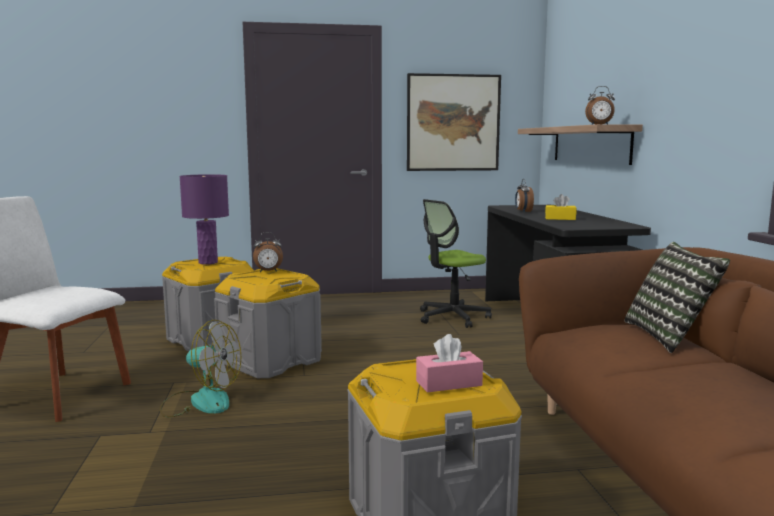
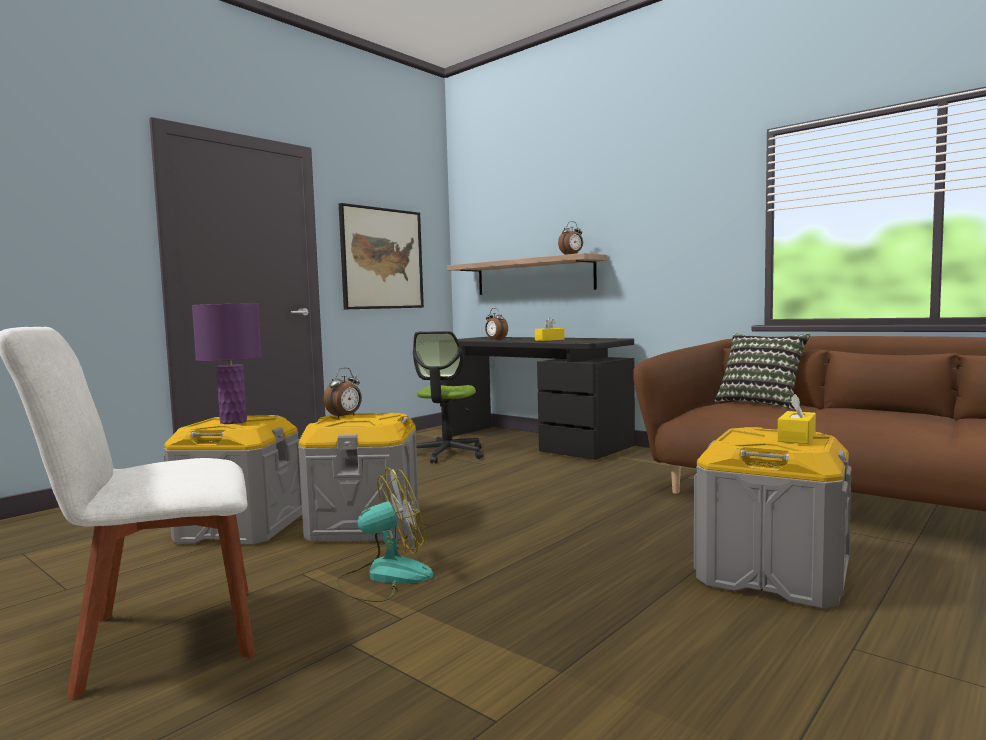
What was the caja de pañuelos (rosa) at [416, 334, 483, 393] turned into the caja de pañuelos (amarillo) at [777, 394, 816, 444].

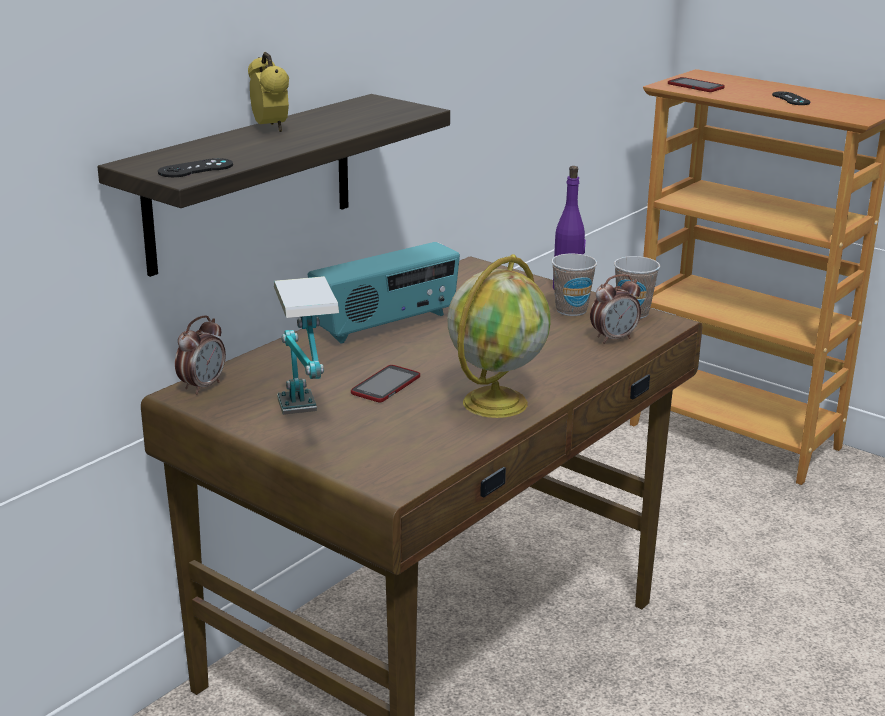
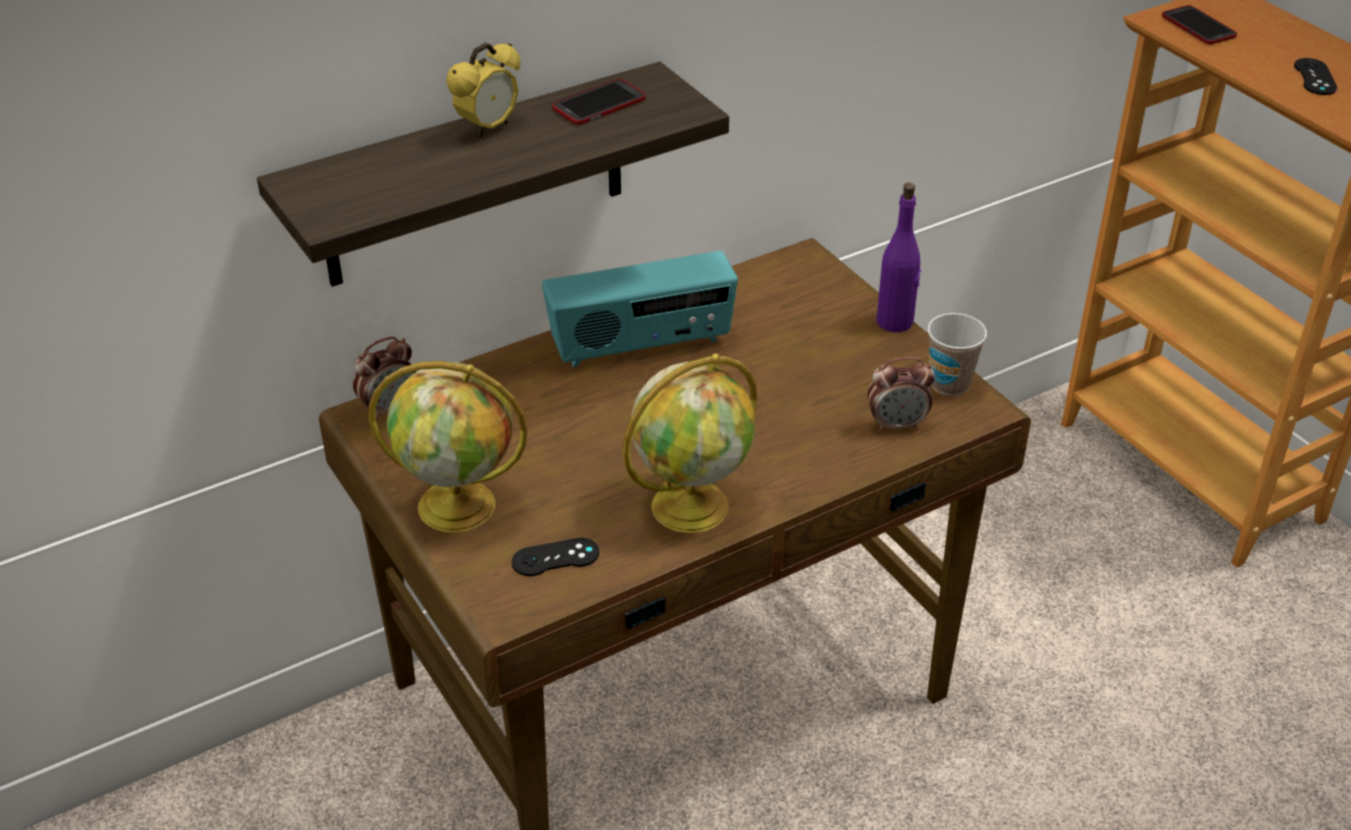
The mando de consola (negro) ended up elsewhere, having gone from [158, 158, 233, 177] to [512, 538, 599, 576]. The despertador at [248, 52, 289, 132] ended up facing another way, 45 degrees clockwise from before. Where the lámpara de mesa stood at [274, 276, 339, 415], the globo terráqueo came to stand at [369, 361, 528, 533]. The móvil ended up elsewhere, having gone from [351, 365, 420, 402] to [553, 79, 646, 125]. The second view lost the taza at [551, 253, 597, 316].

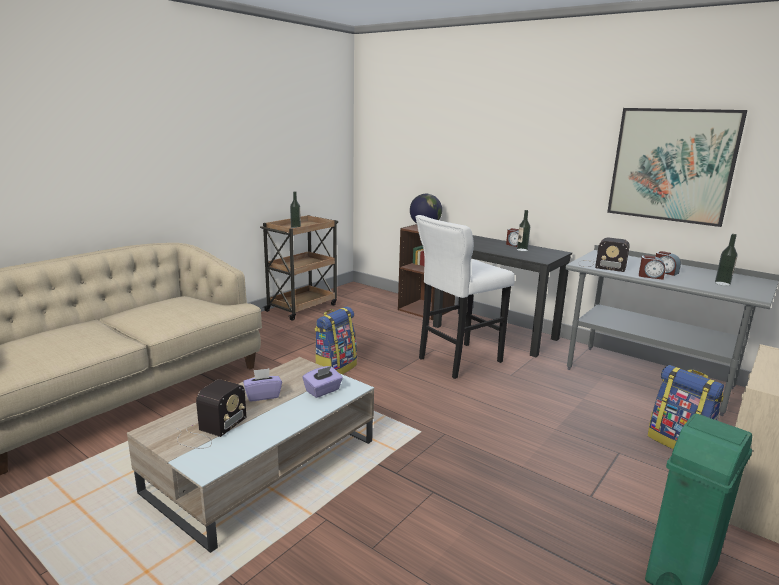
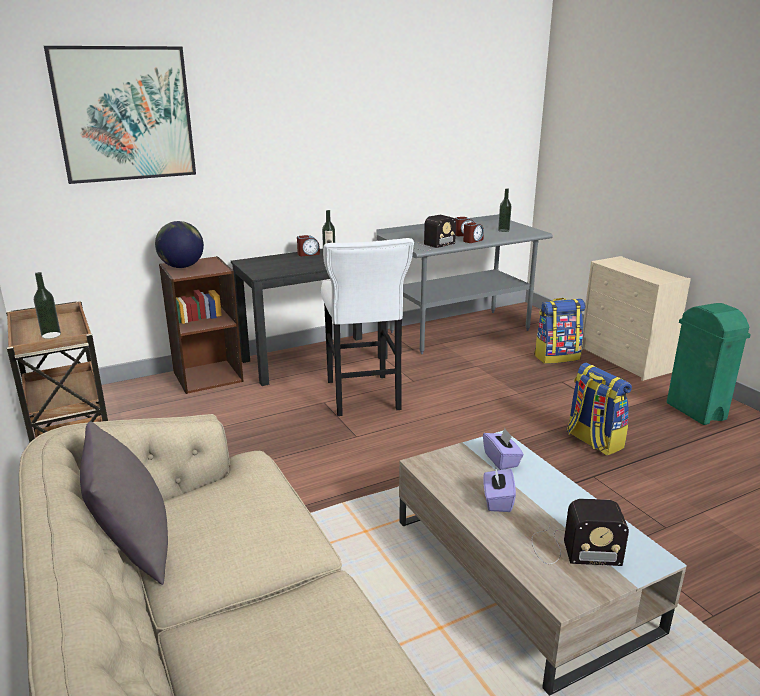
The radio at [176, 379, 246, 448] ended up facing another way, 135 degrees clockwise from before. The mochila ended up elsewhere, having gone from [314, 307, 357, 374] to [567, 363, 632, 456]. The cuadro ended up elsewhere, having gone from [607, 108, 747, 227] to [44, 46, 196, 184]. The second view gained the cojín (gris) at [80, 422, 168, 585].

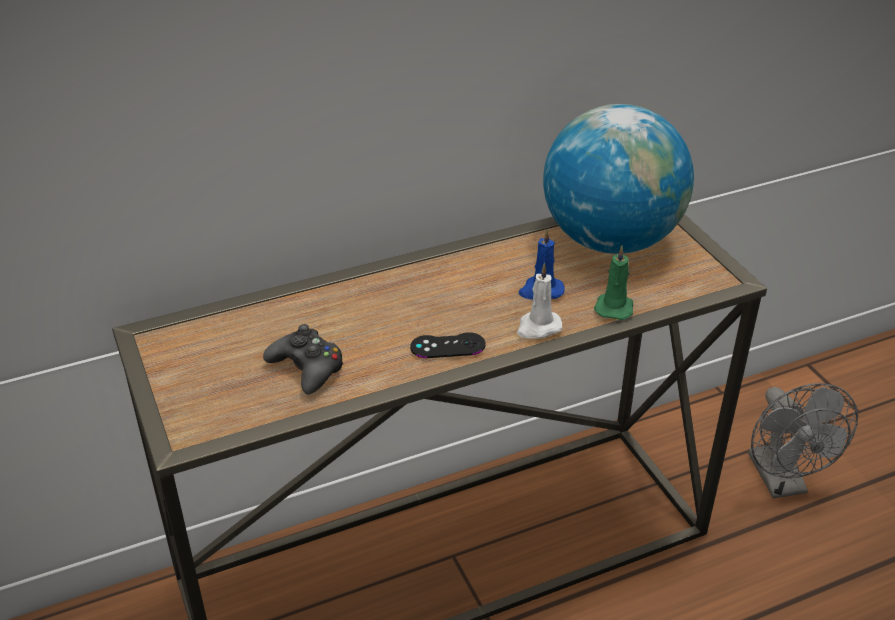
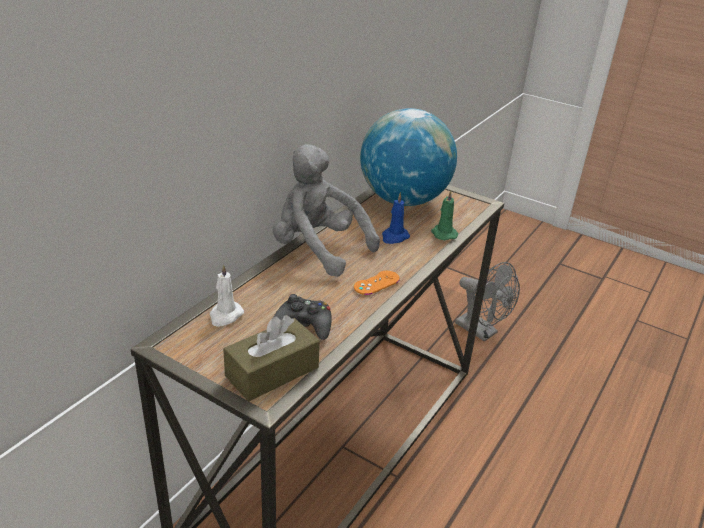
What was the mando de consola (negro) at [410, 332, 486, 358] turned into the mando de consola (naranja) at [354, 271, 400, 295]. The vela (blanco) ended up elsewhere, having gone from [517, 263, 562, 339] to [209, 264, 244, 327]. The second view gained the caja de pañuelos (marrón) at [223, 315, 320, 401]. The second view gained the peluche (gris) at [273, 144, 380, 277].

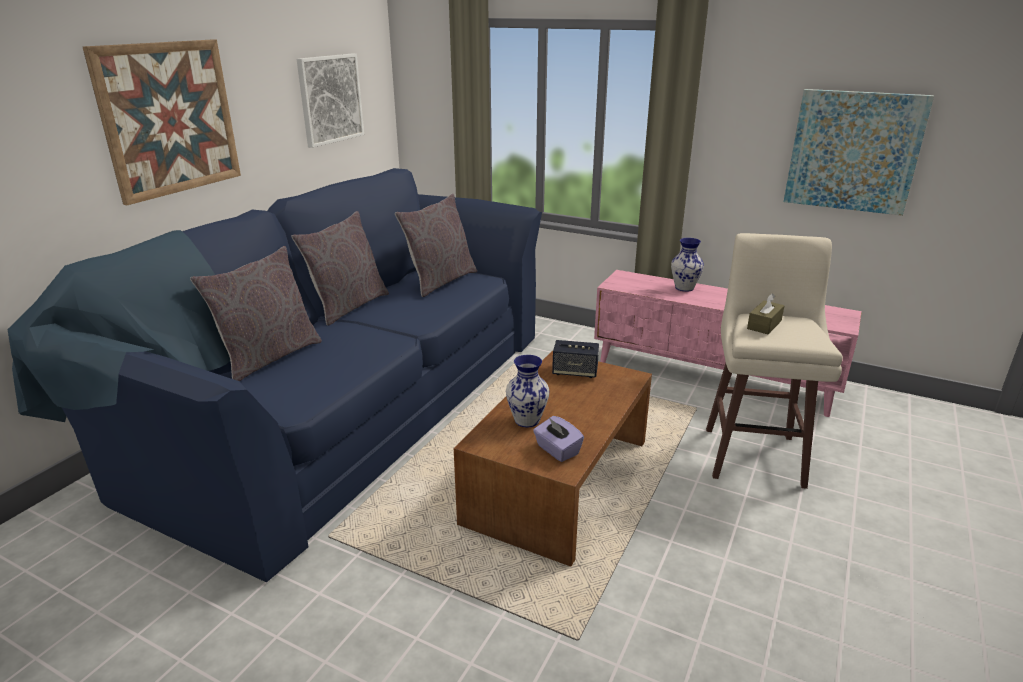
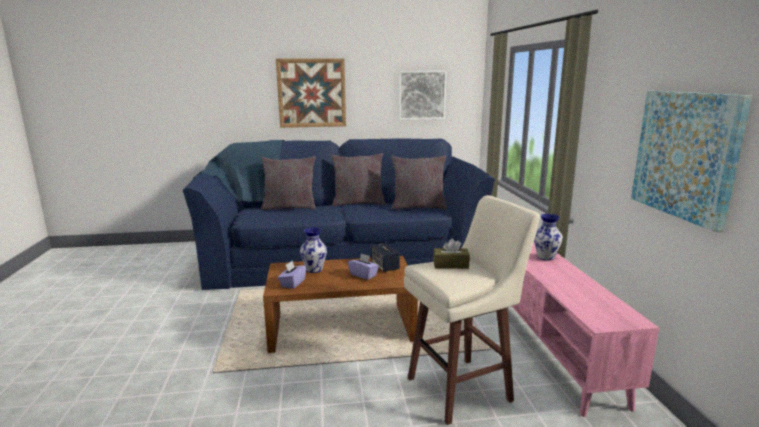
The second view gained the caja de pañuelos (morado) at [348, 253, 379, 280].

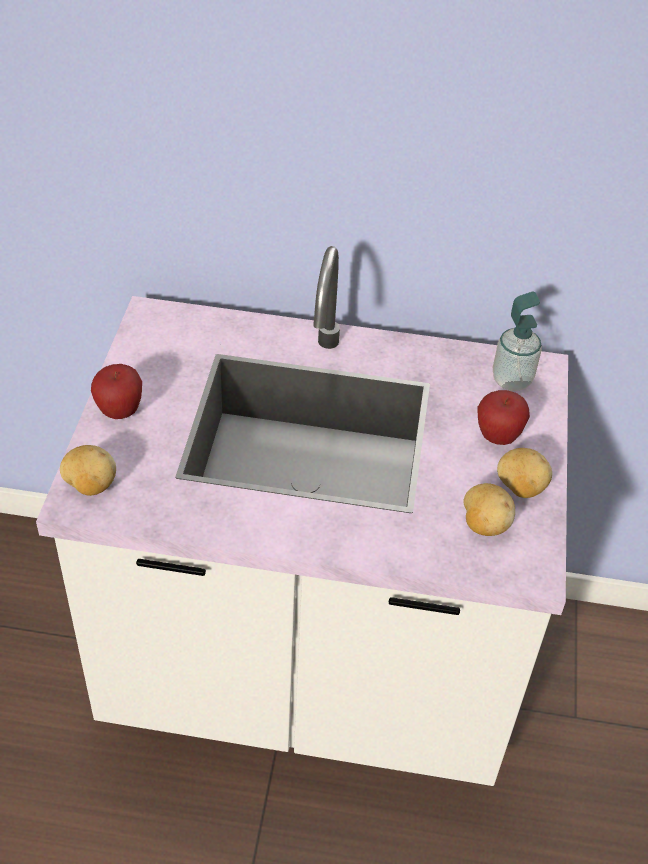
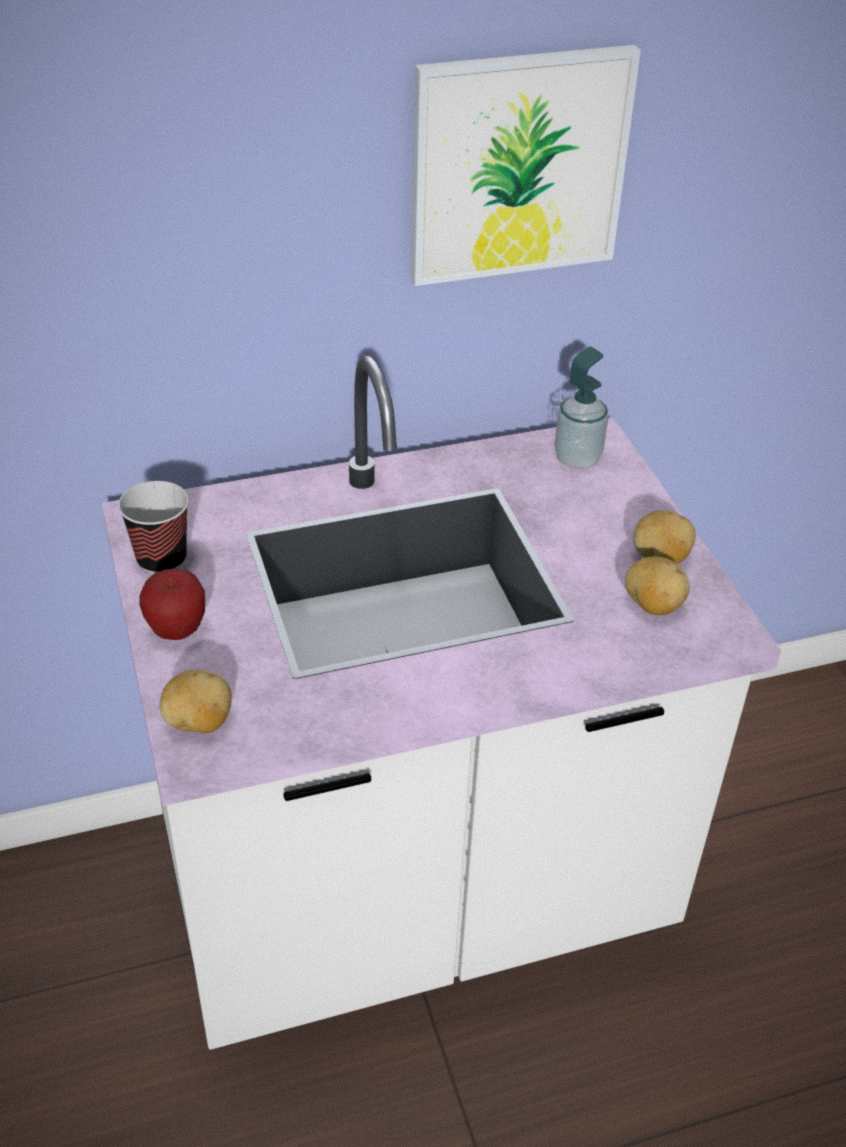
The second view lost the manzana at [477, 390, 530, 445]. The second view gained the taza at [118, 481, 189, 574]. The second view gained the cuadro at [411, 45, 641, 286].

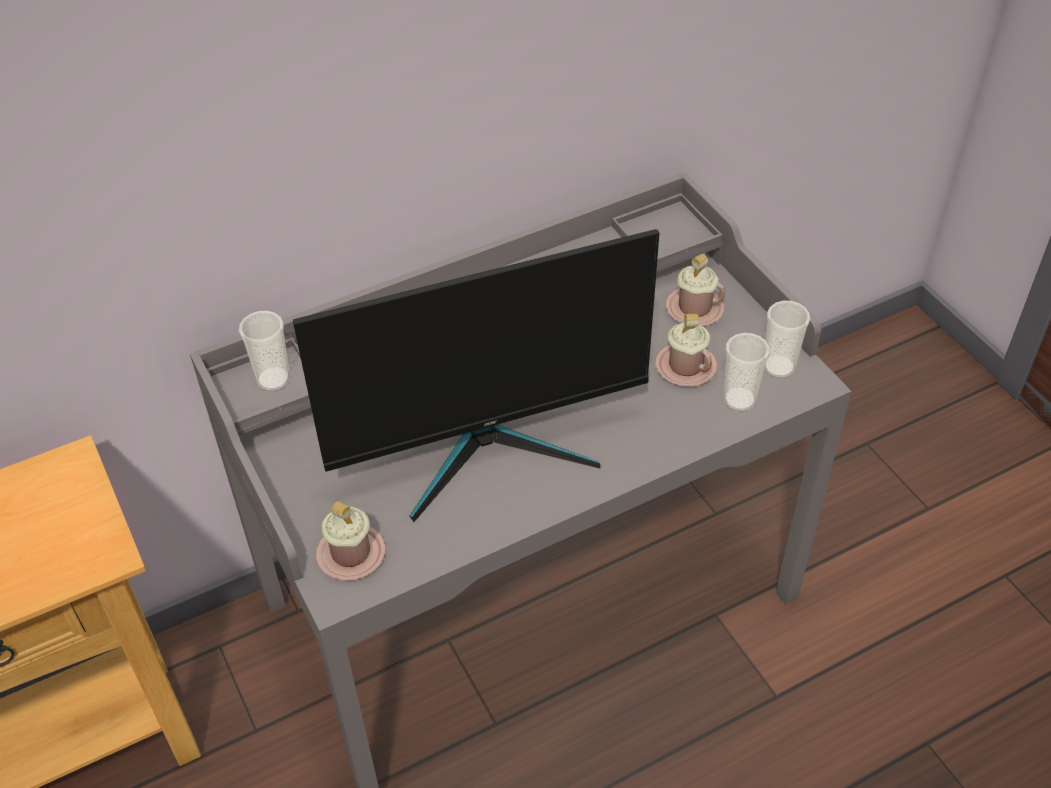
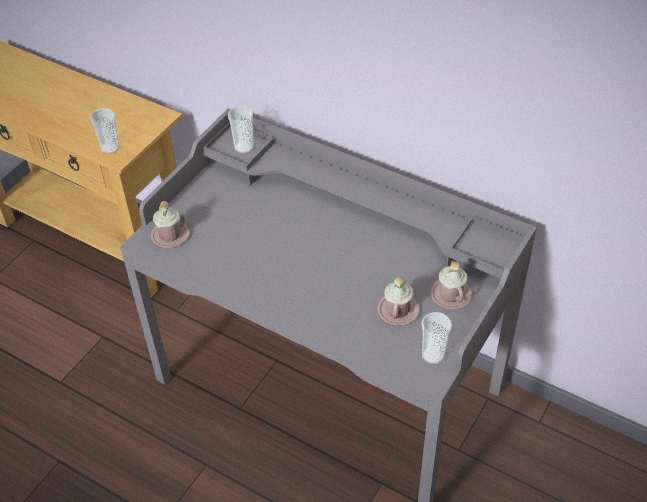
The second view lost the monitor at [293, 229, 659, 522]. The taza ended up elsewhere, having gone from [723, 333, 770, 411] to [90, 108, 120, 154].

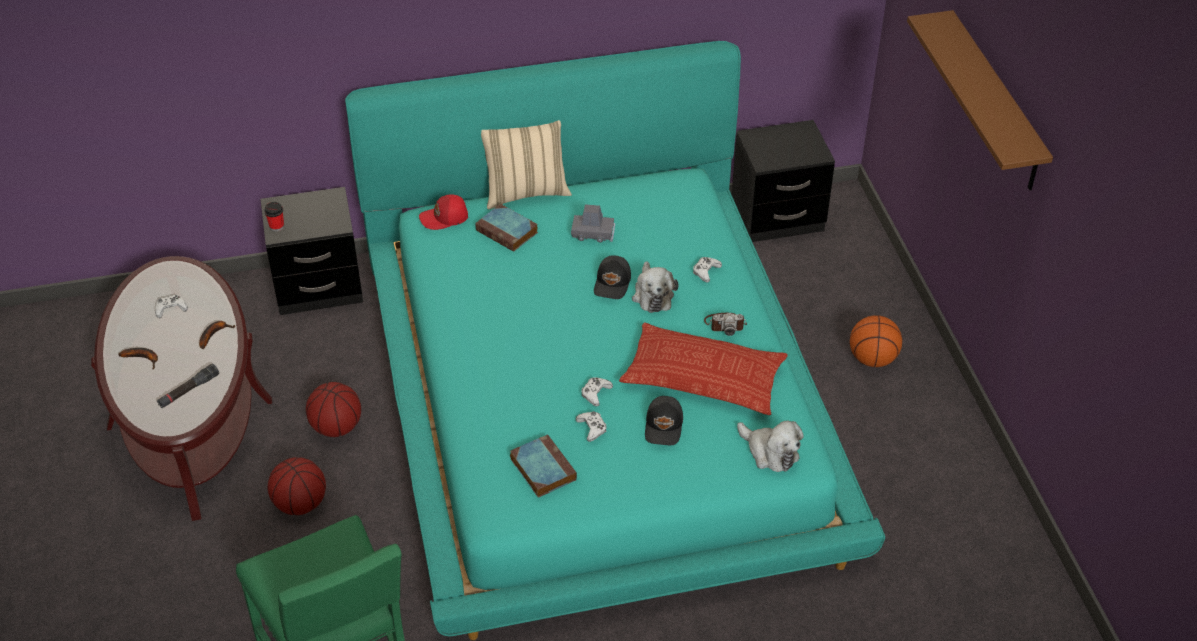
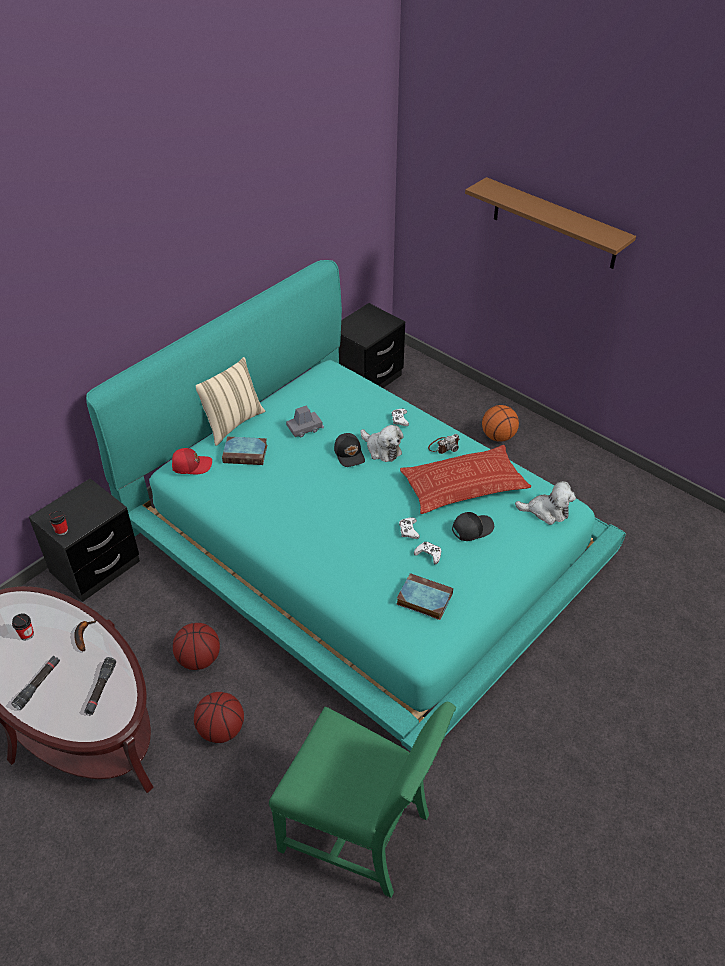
Where the plátano stood at [119, 348, 158, 369], the linterna (negro) came to stand at [11, 656, 60, 710]. Where the mando de consola (blanco) stood at [155, 295, 188, 318], the taza came to stand at [12, 613, 34, 640]. The gorra (rojo) at [419, 194, 468, 230] ended up facing another way, 135 degrees counterclockwise from before. The gorra (negro) at [645, 396, 683, 445] ended up facing another way, 90 degrees counterclockwise from before.

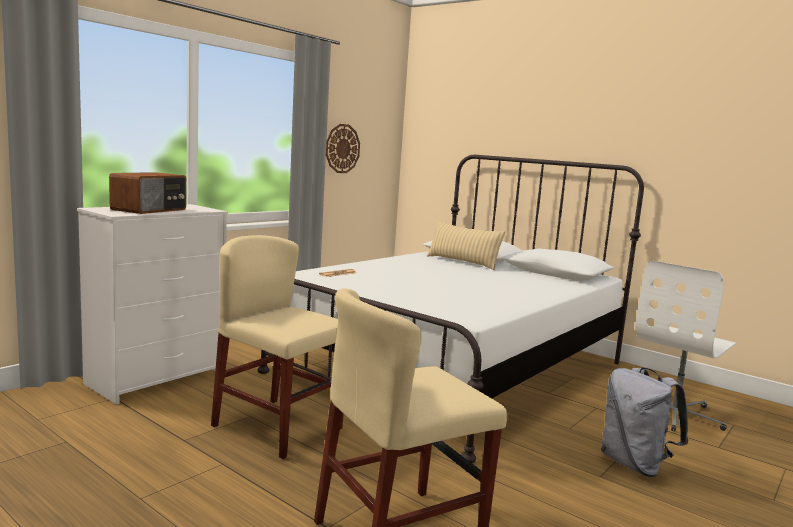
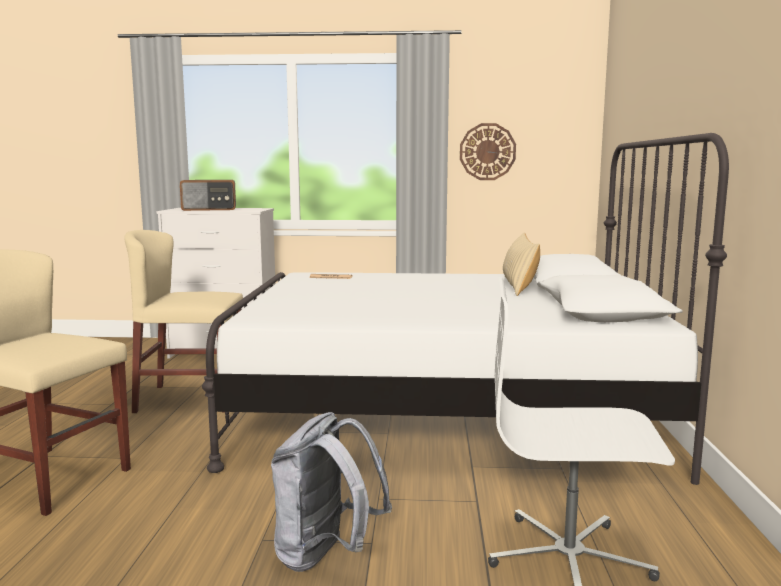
The silla (beis) at [211, 235, 344, 459] ended up facing another way, 90 degrees counterclockwise from before.

